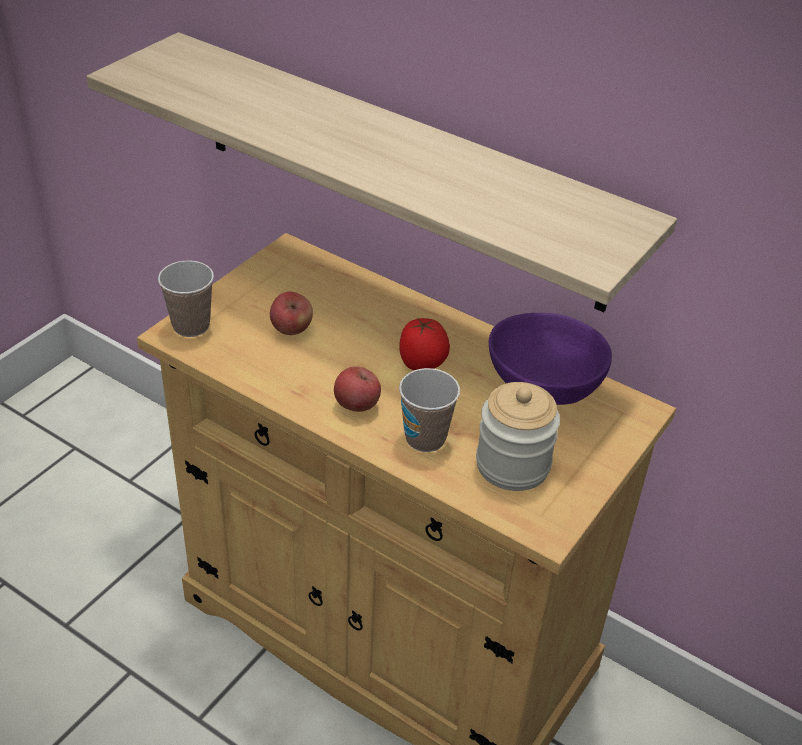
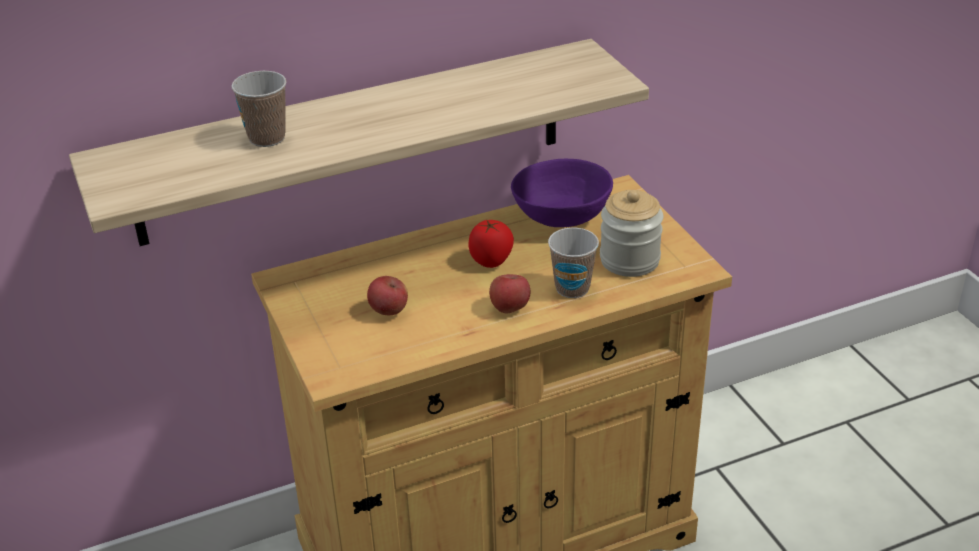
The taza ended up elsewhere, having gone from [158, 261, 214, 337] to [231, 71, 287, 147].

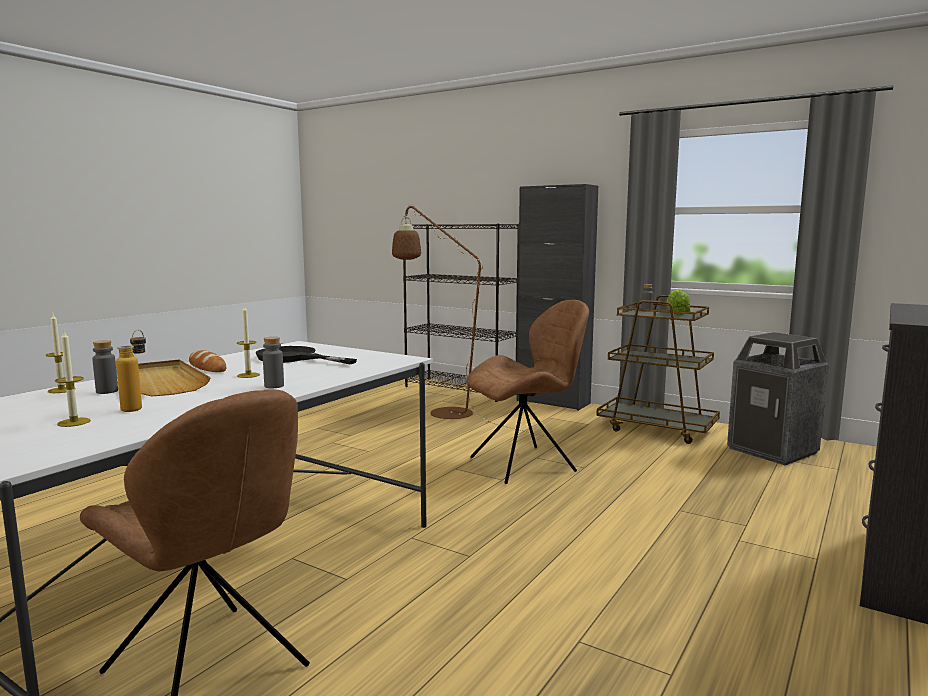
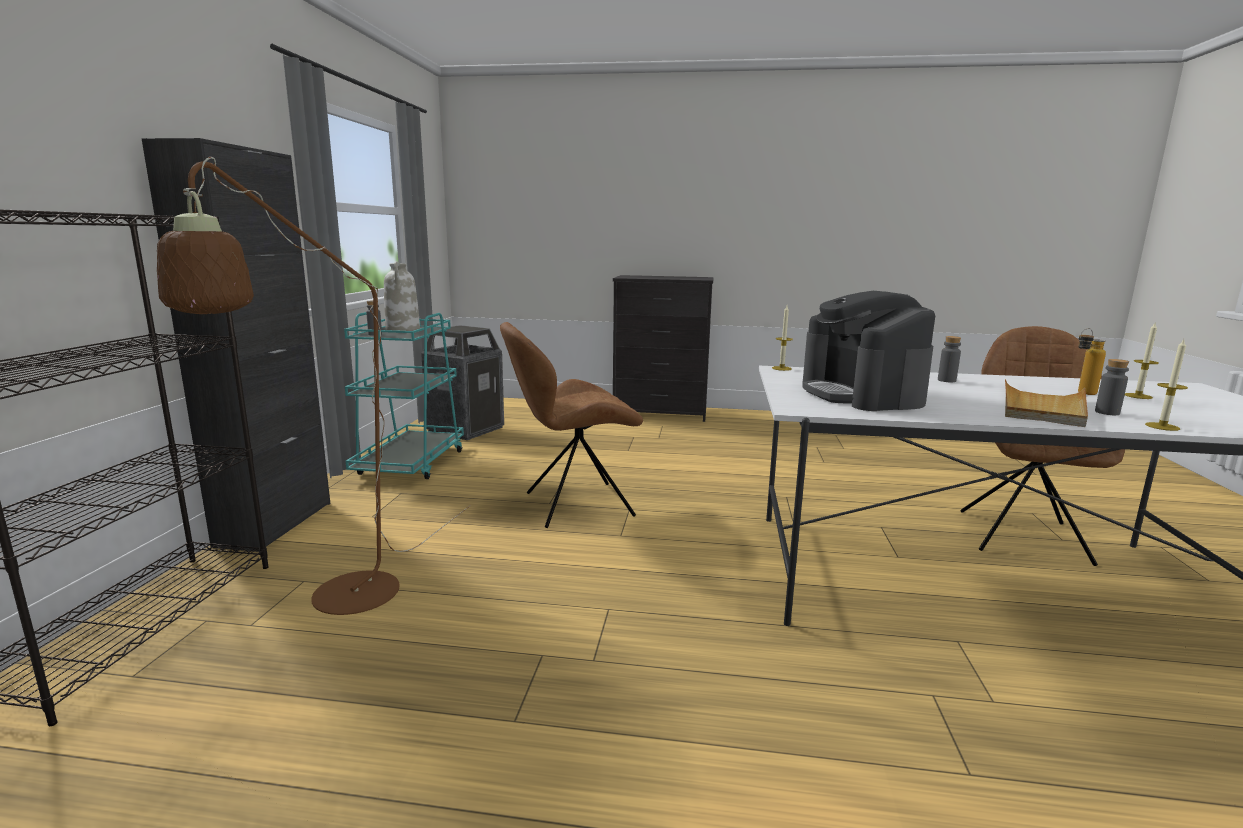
The second view lost the pan at [189, 350, 226, 372]. The vela ended up elsewhere, having gone from [237, 306, 260, 378] to [772, 306, 793, 371]. Where the sartén (negro) stood at [256, 346, 357, 364], the cafetera came to stand at [802, 291, 935, 411]. The silla (marrón) at [467, 300, 589, 484] ended up facing another way, 60 degrees counterclockwise from before. What was the carrito (marrón) at [596, 295, 720, 444] turned into the carrito (turquesa) at [344, 312, 464, 479]. Where the lechuga stood at [667, 290, 690, 315], the florero (blanco) came to stand at [384, 261, 420, 331].

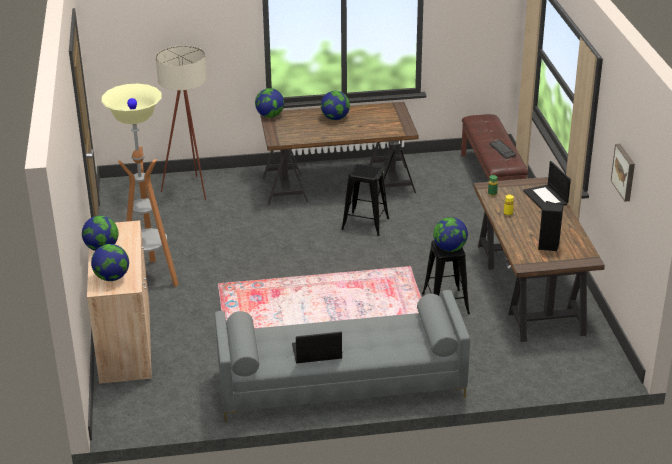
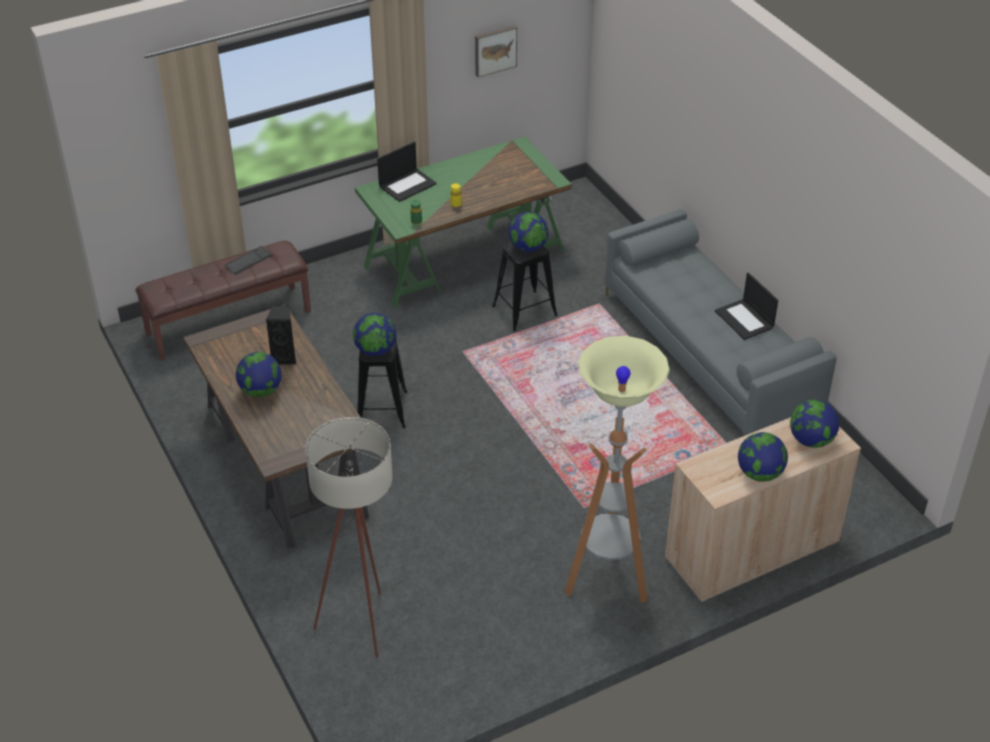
The globo terráqueo ended up elsewhere, having gone from [255, 88, 284, 118] to [353, 313, 396, 356]. What was the escritorio (marrón) at [473, 177, 605, 342] turned into the escritorio (verde) at [355, 137, 572, 308]. The altavoz (negro) ended up elsewhere, having gone from [538, 201, 563, 251] to [266, 306, 296, 365].

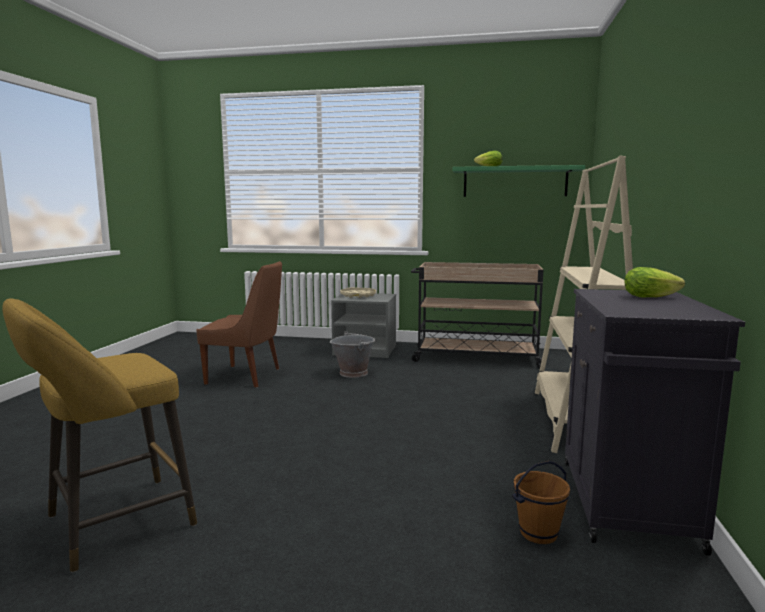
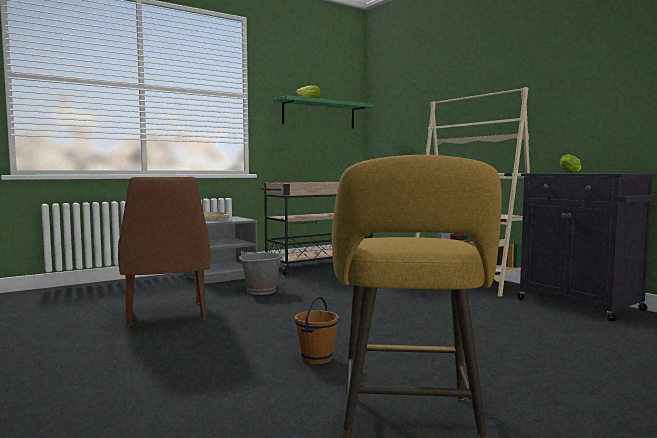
The silla (marrón) at [197, 261, 282, 388] ended up facing another way, 105 degrees clockwise from before. The cubo (marrón) ended up elsewhere, having gone from [512, 461, 570, 544] to [295, 296, 339, 365].

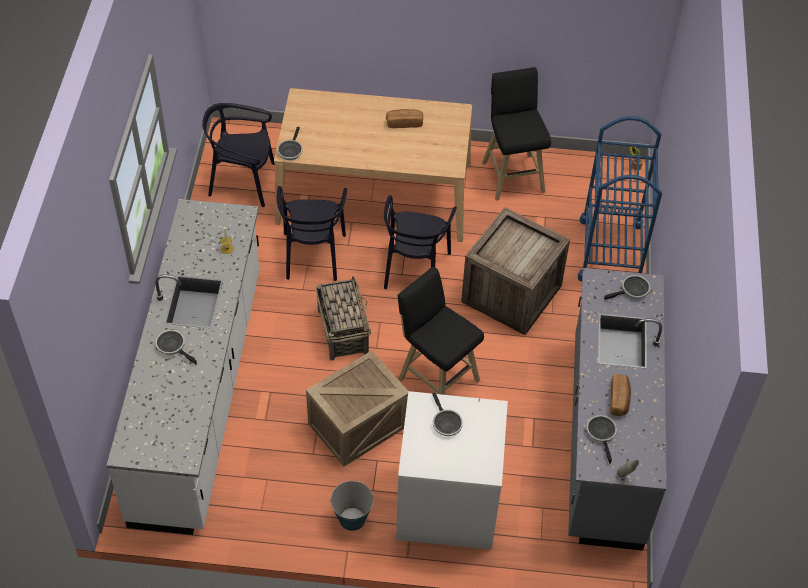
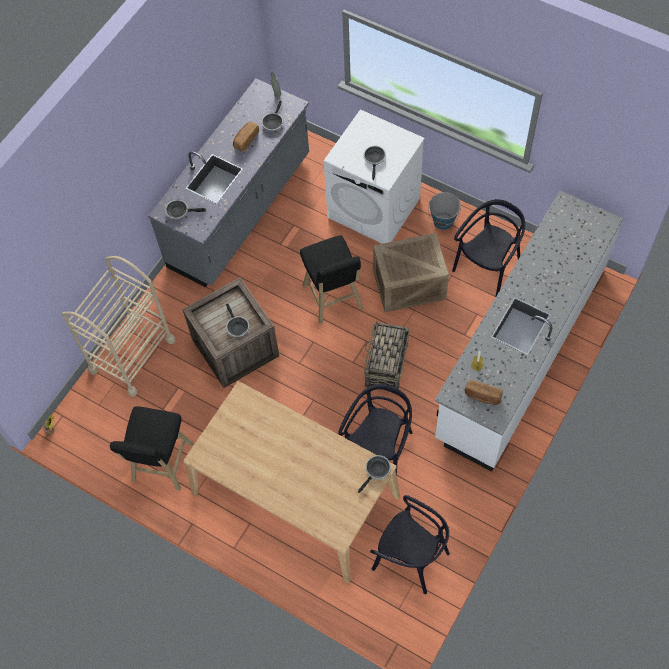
The sartén ended up elsewhere, having gone from [155, 330, 197, 365] to [226, 304, 249, 337]. The silla (negro) ended up elsewhere, having gone from [384, 195, 457, 289] to [452, 199, 525, 297]. The pan ended up elsewhere, having gone from [386, 109, 423, 128] to [465, 380, 503, 405]. What was the carrito (azul) at [578, 116, 662, 281] turned into the carrito (beis) at [62, 256, 176, 397].

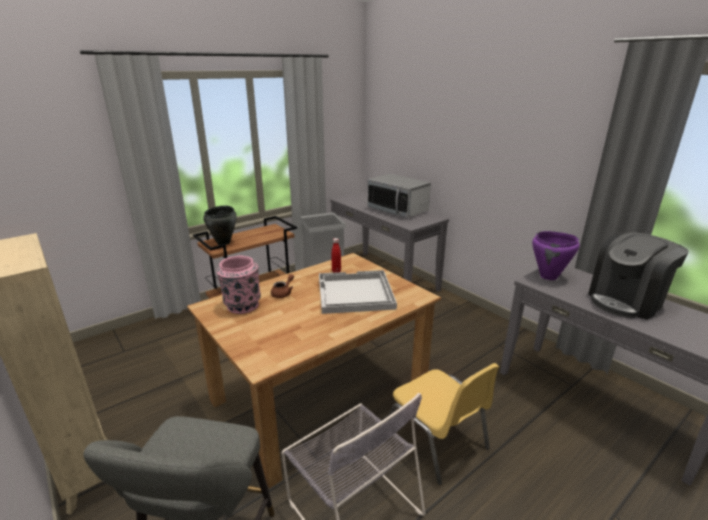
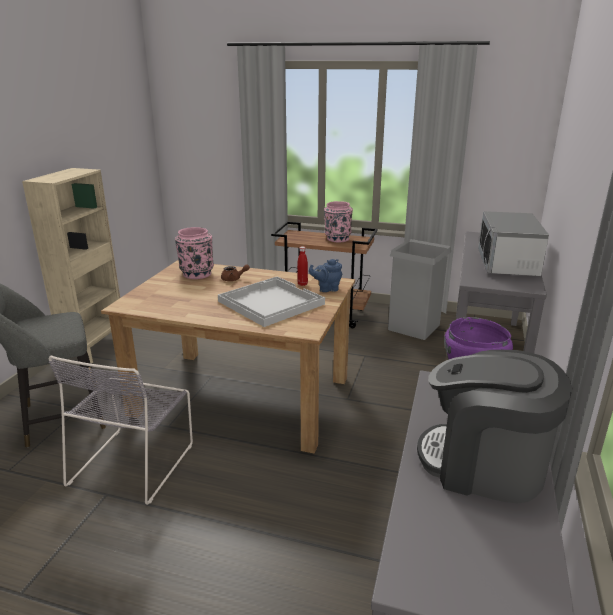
The second view lost the olla (negro) at [203, 205, 237, 245]. The second view lost the silla (amarillo) at [386, 363, 499, 485]. The second view gained the tetera (azul) at [309, 259, 342, 292]. The second view gained the florero (rosa) at [324, 201, 353, 243].

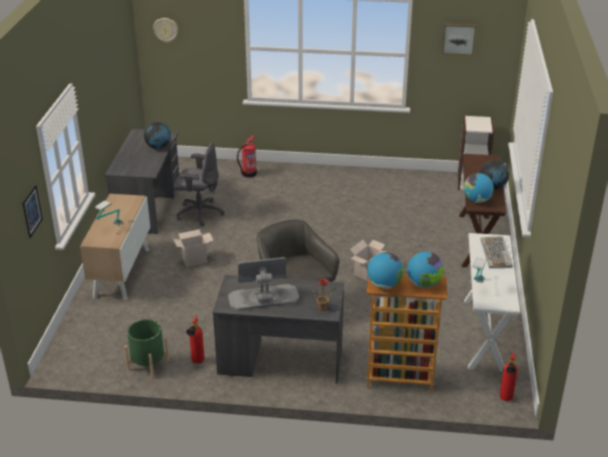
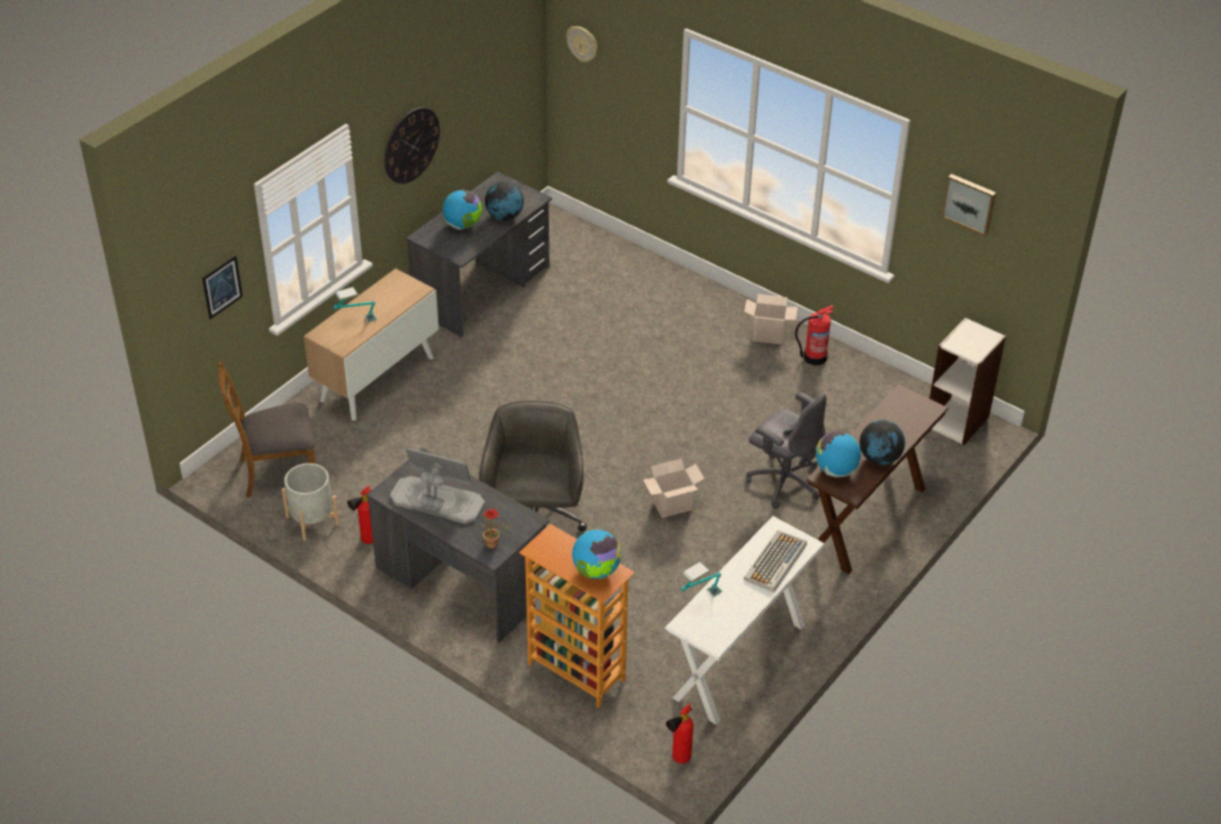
What was the maceta (verde) at [124, 319, 169, 379] turned into the maceta (gris) at [282, 463, 339, 541]. The caja de cartón ended up elsewhere, having gone from [173, 229, 214, 267] to [744, 294, 798, 345]. The silla de oficina (gris) ended up elsewhere, having gone from [174, 142, 224, 227] to [746, 392, 826, 509]. The extintor ended up elsewhere, having gone from [237, 135, 257, 178] to [795, 305, 834, 365]. The globo terráqueo ended up elsewhere, having gone from [367, 252, 404, 289] to [443, 190, 482, 230]. The second view gained the silla (marrón) at [217, 361, 316, 498]. The second view gained the reloj de pared at [384, 107, 440, 184].

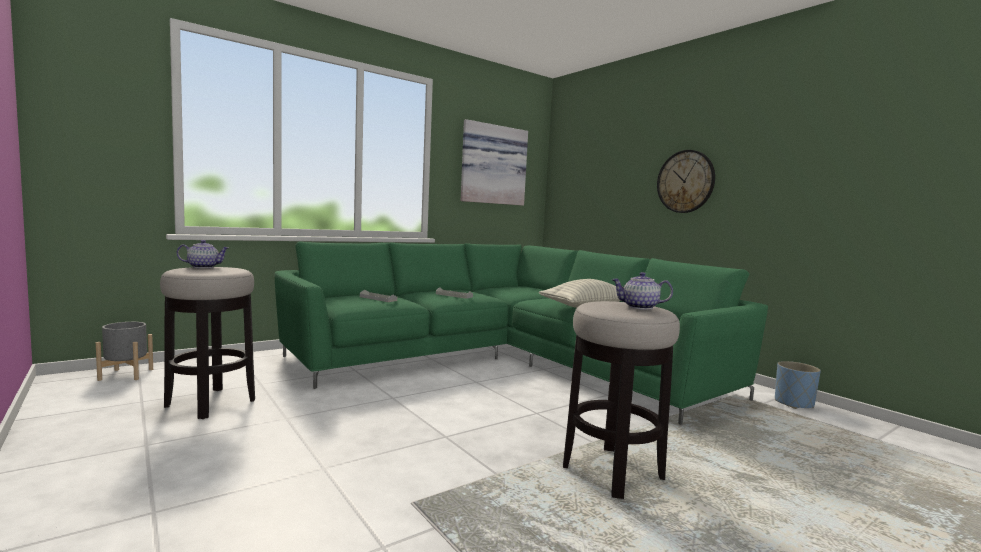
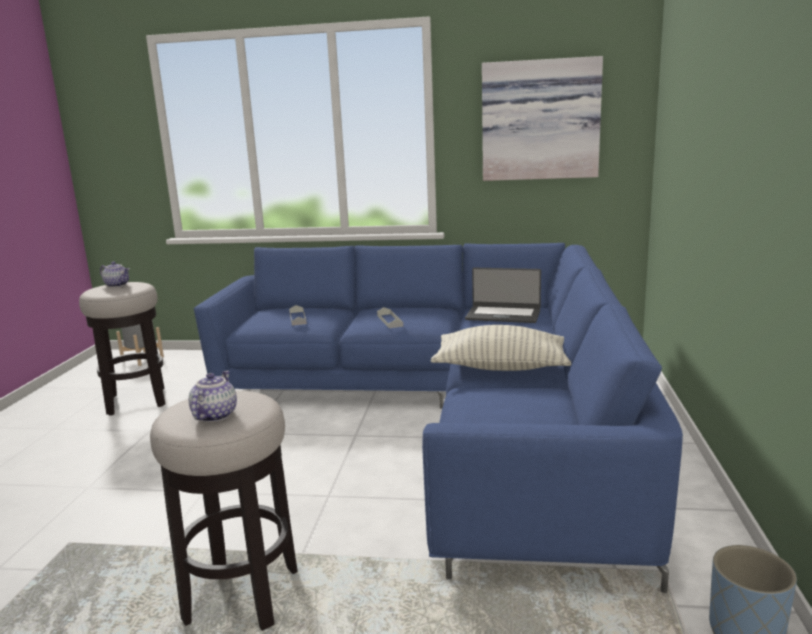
What was the sofá (verde) at [275, 242, 768, 425] turned into the sofá (azul) at [194, 243, 683, 593]. The tetera at [611, 272, 673, 310] ended up facing another way, 45 degrees clockwise from before. The second view lost the reloj de pared at [657, 150, 715, 213]. The second view gained the portátil at [465, 268, 541, 323].

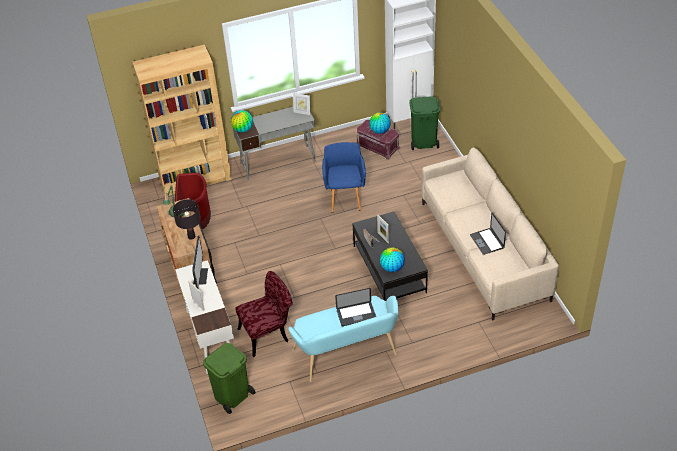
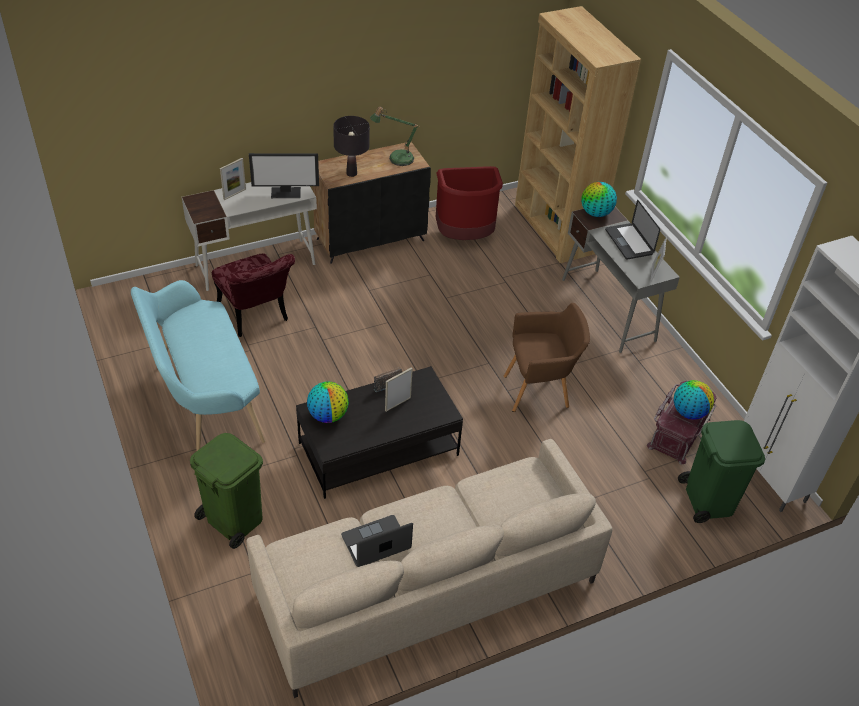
The papelera (verde) ended up elsewhere, having gone from [203, 343, 256, 414] to [190, 433, 263, 549]. What was the sillón (azul) at [322, 142, 366, 212] turned into the sillón (marrón) at [504, 303, 590, 412]. The portátil ended up elsewhere, having gone from [335, 288, 376, 326] to [605, 200, 660, 260].

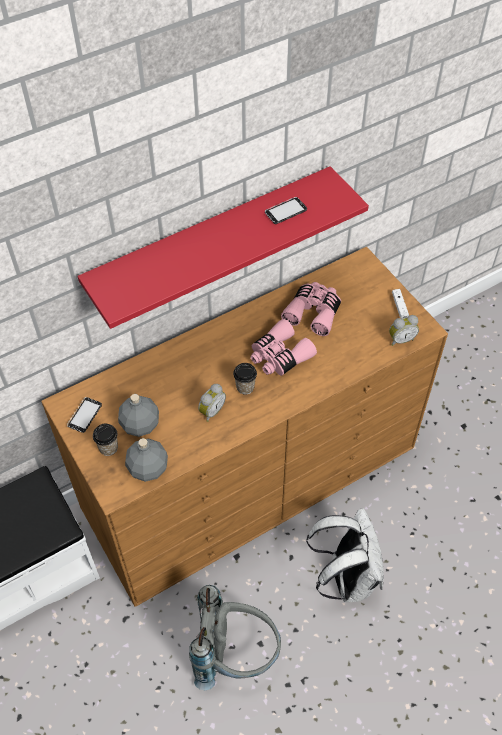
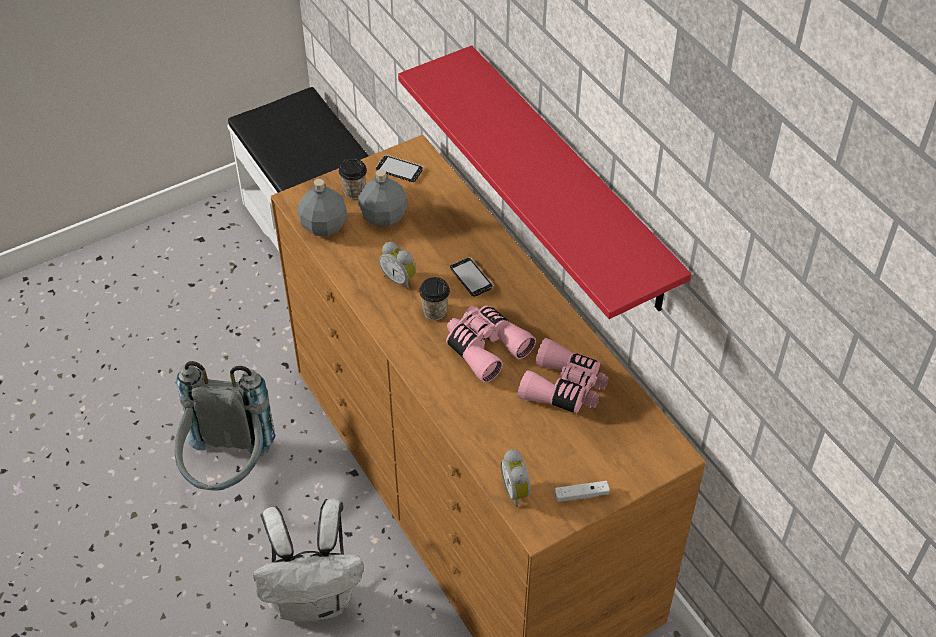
The móvil ended up elsewhere, having gone from [265, 197, 307, 224] to [450, 257, 494, 297].

